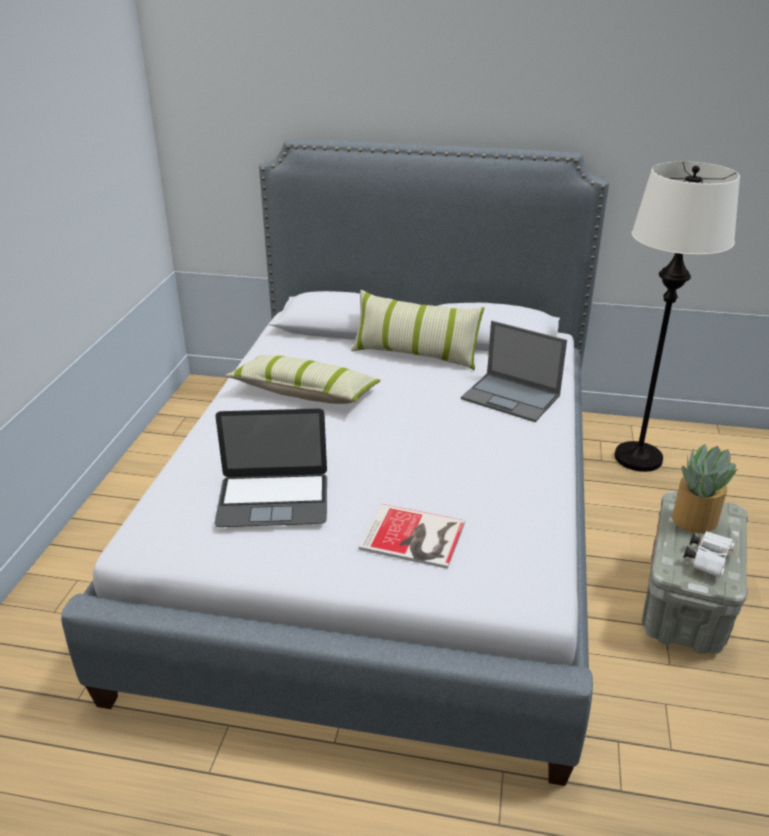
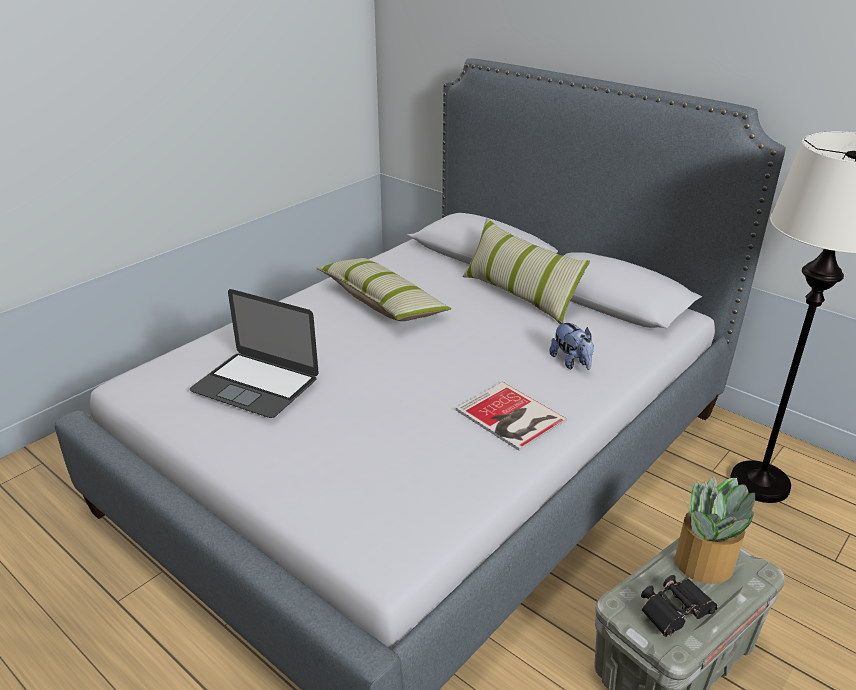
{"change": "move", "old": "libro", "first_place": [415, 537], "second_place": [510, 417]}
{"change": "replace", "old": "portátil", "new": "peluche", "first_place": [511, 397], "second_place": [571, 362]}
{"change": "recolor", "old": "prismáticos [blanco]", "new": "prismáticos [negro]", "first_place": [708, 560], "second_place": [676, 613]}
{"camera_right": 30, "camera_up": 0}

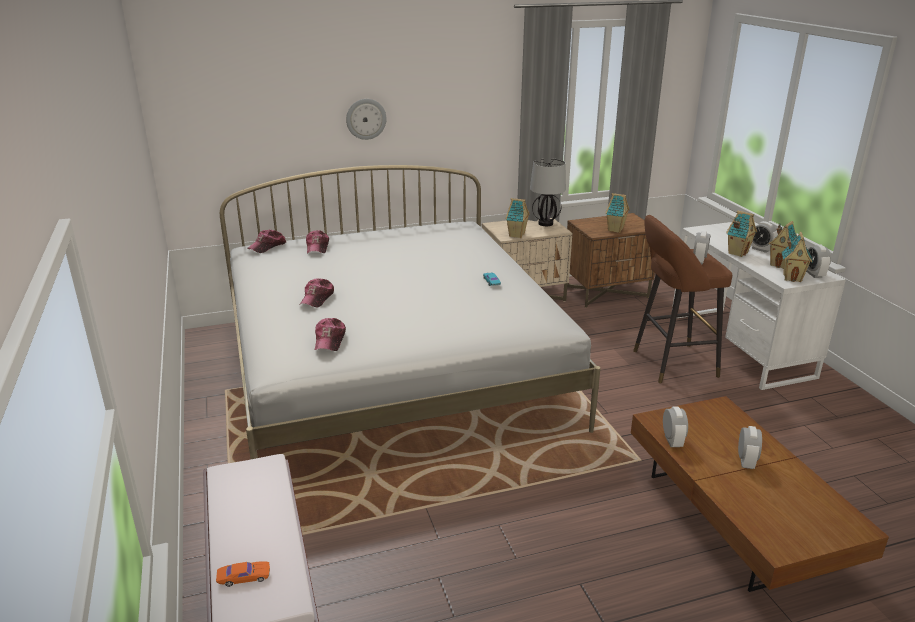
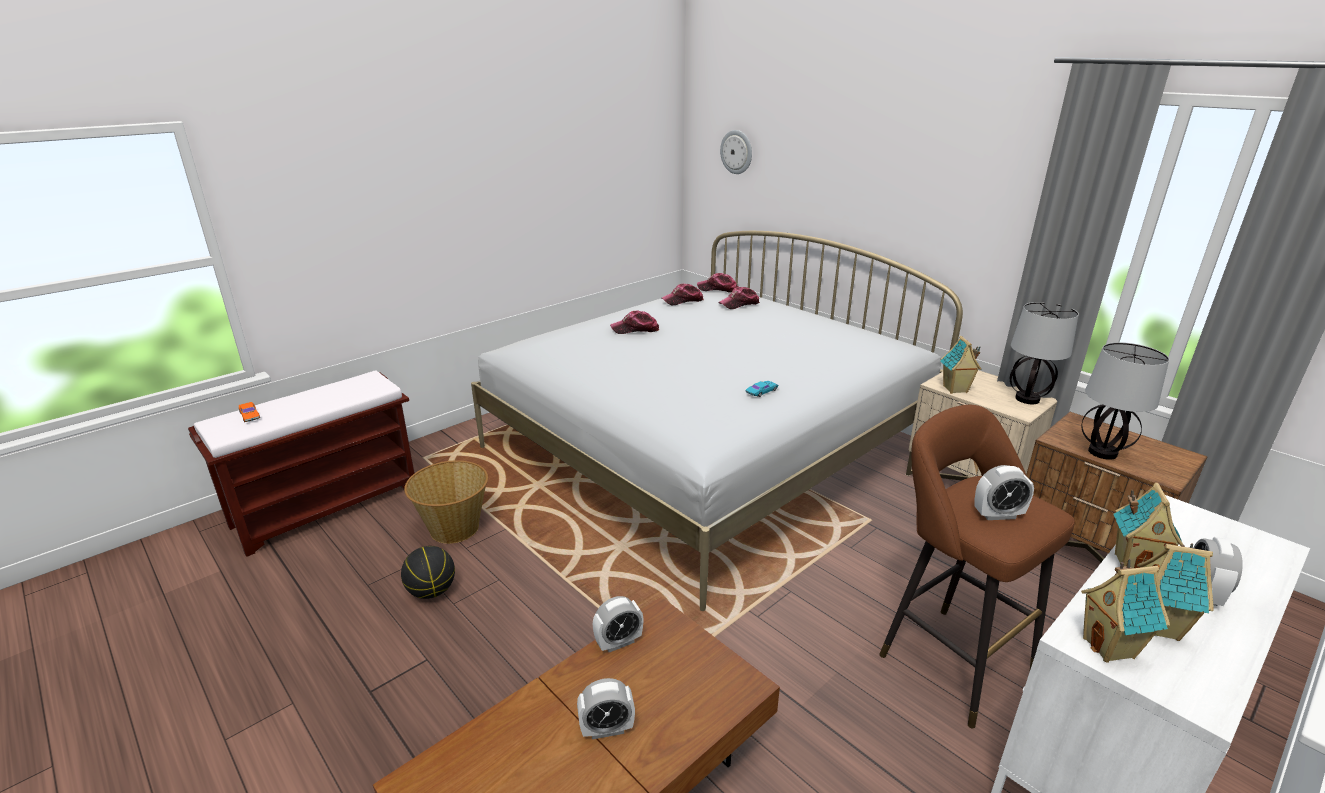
{"change": "insert", "new": "balón de baloncesto", "second_place": [432, 591]}
{"change": "insert", "new": "cesta", "second_place": [454, 528]}
{"change": "move", "old": "gorra", "first_place": [330, 340], "second_place": [683, 300]}
{"change": "move", "old": "reloj de pared", "first_place": [366, 119], "second_place": [737, 152]}
{"change": "replace", "old": "casita", "new": "lámpara de mesa", "first_place": [616, 230], "second_place": [1102, 453]}
{"change": "delete", "old": "despertador", "first_place": [814, 274]}
{"camera_right": 65, "camera_up": 0}

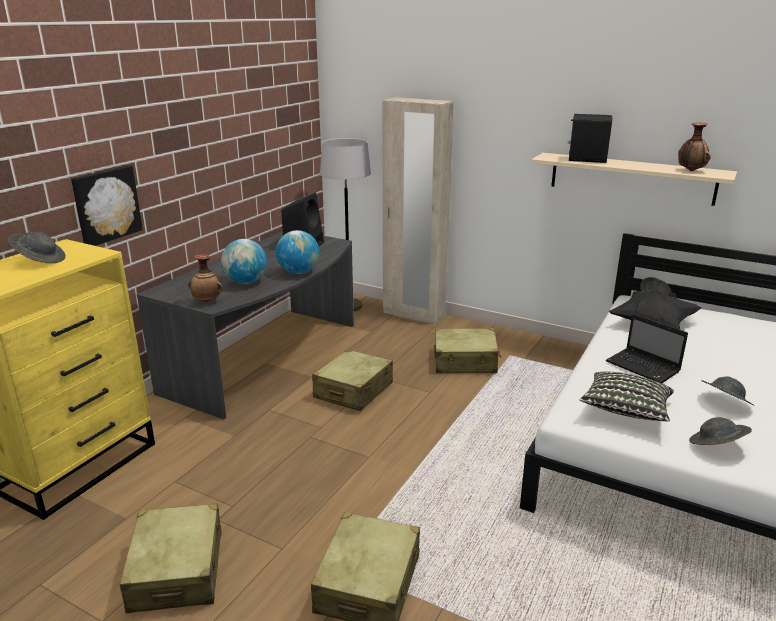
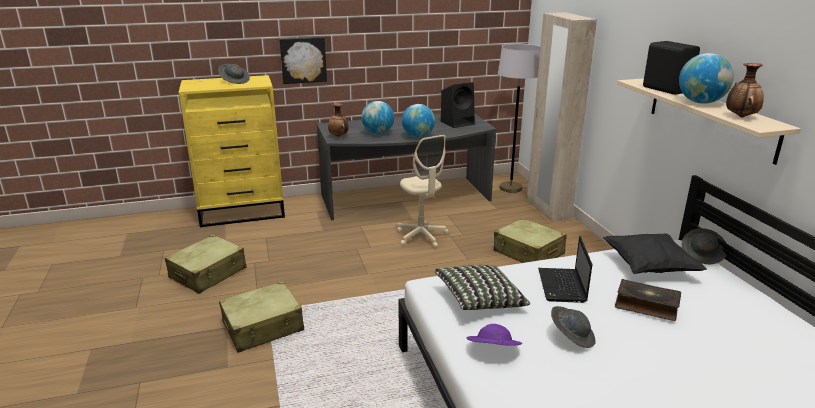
{"change": "replace", "old": "maleta [beis]", "new": "silla de oficina [beis]", "first_place": [353, 391], "second_place": [421, 237]}
{"change": "recolor", "old": "sombrero [gris]", "new": "sombrero [morado]", "first_place": [716, 446], "second_place": [493, 351]}
{"change": "insert", "new": "libro", "second_place": [646, 306]}
{"change": "insert", "new": "globo terráqueo", "second_place": [700, 102]}
{"camera_right": 45, "camera_up": 0}

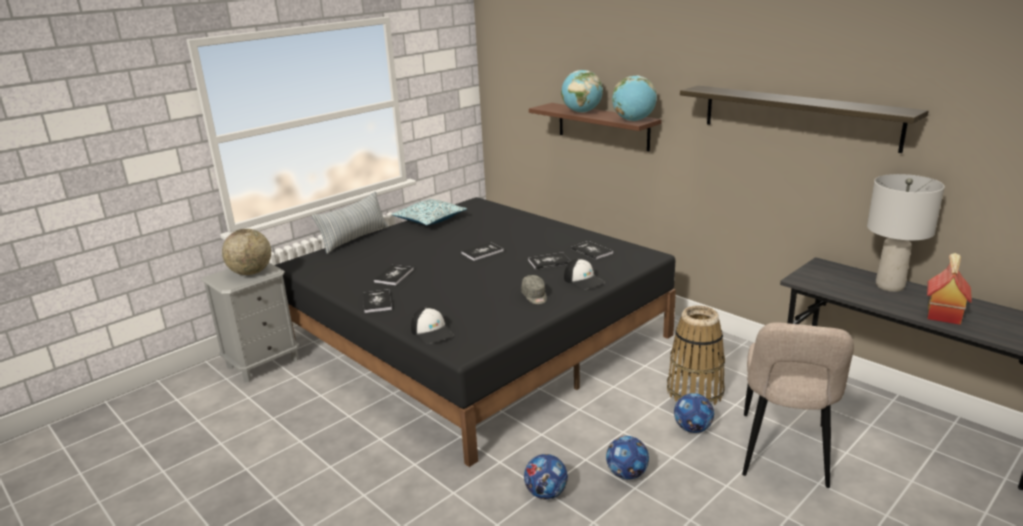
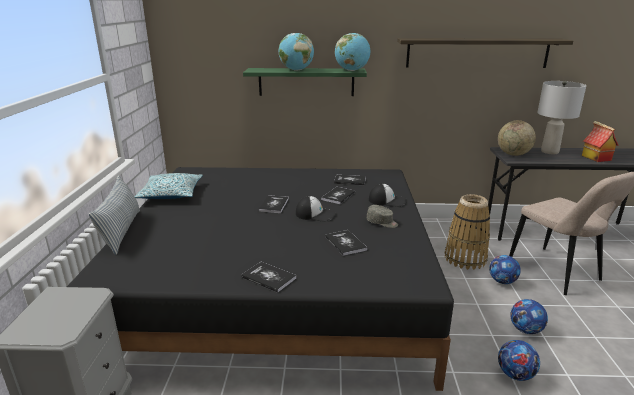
{"change": "recolor", "old": "estante [marrón]", "new": "estante [verde]", "first_place": [603, 126], "second_place": [306, 82]}
{"change": "move", "old": "gorra", "first_place": [432, 332], "second_place": [315, 214]}
{"change": "move", "old": "libro", "first_place": [394, 276], "second_place": [345, 243]}
{"change": "move", "old": "globo terráqueo", "first_place": [251, 273], "second_place": [513, 154]}
{"camera_right": -45, "camera_up": 0}

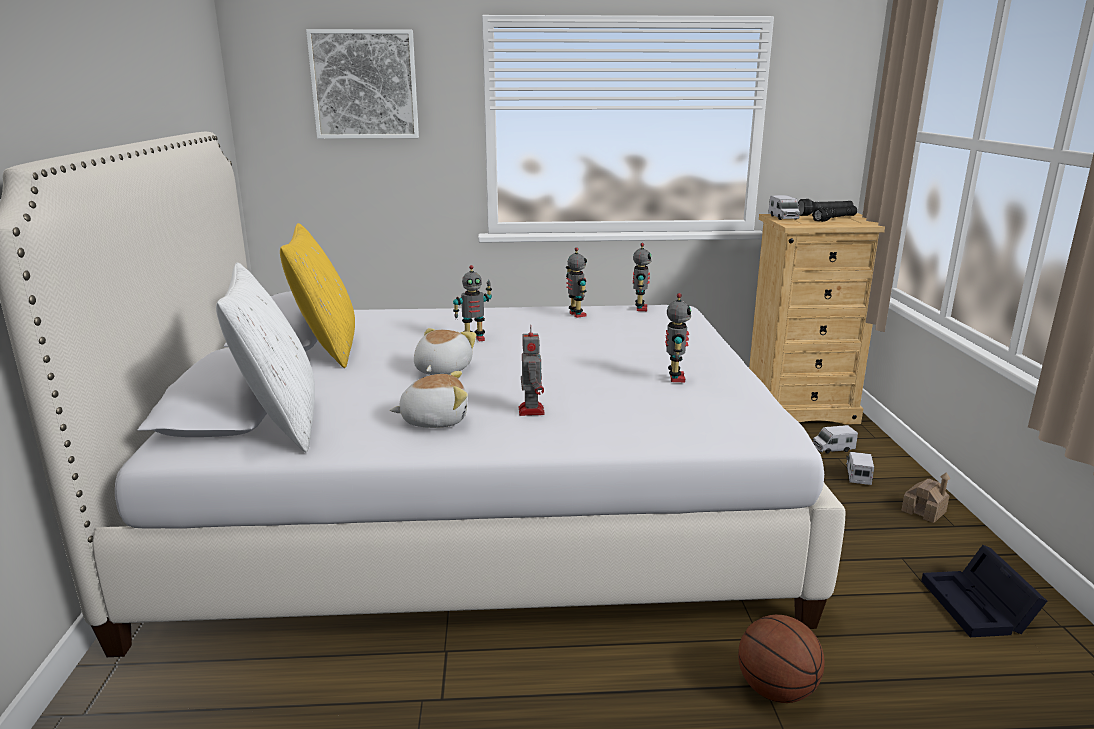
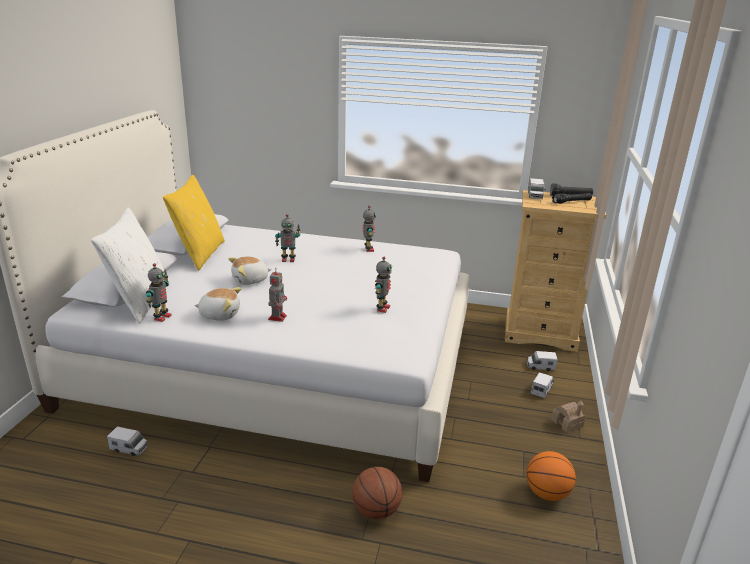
{"change": "insert", "new": "camión de juguete", "second_place": [129, 448]}
{"change": "move", "old": "robot de juguete", "first_place": [640, 308], "second_place": [161, 317]}
{"change": "rotate", "old": "peluche", "first_place": [441, 370], "second_place": [250, 280], "degrees": -150}
{"change": "replace", "old": "caja de almacenaje [negro]", "new": "balón de baloncesto", "first_place": [979, 608], "second_place": [547, 493]}
{"change": "delete", "old": "cuadro", "first_place": [364, 85]}
{"camera_right": 15, "camera_up": 5}

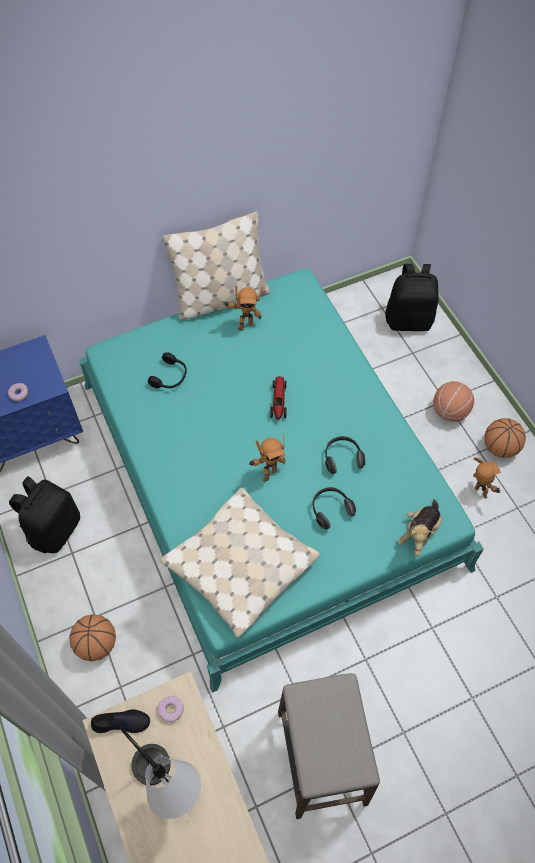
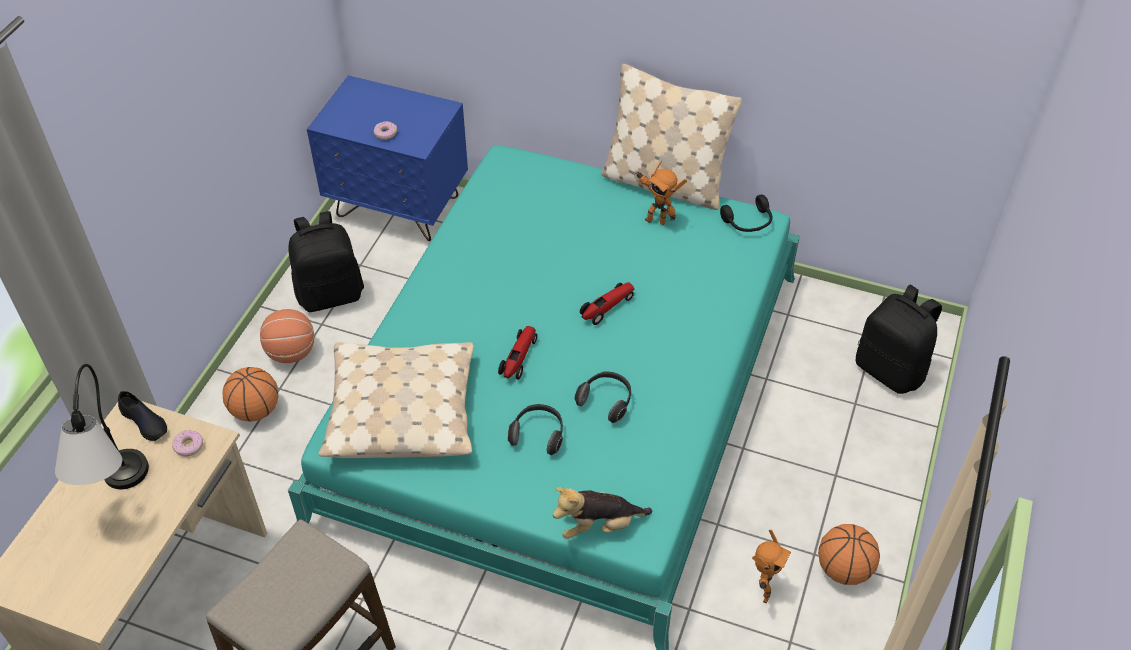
{"change": "move", "old": "balón de baloncesto", "first_place": [449, 412], "second_place": [291, 352]}
{"change": "replace", "old": "robot de juguete", "new": "coche de juguete", "first_place": [267, 474], "second_place": [518, 358]}
{"change": "move", "old": "auriculares [negro]", "first_place": [170, 377], "second_place": [748, 222]}
{"camera_right": 45, "camera_up": -10}

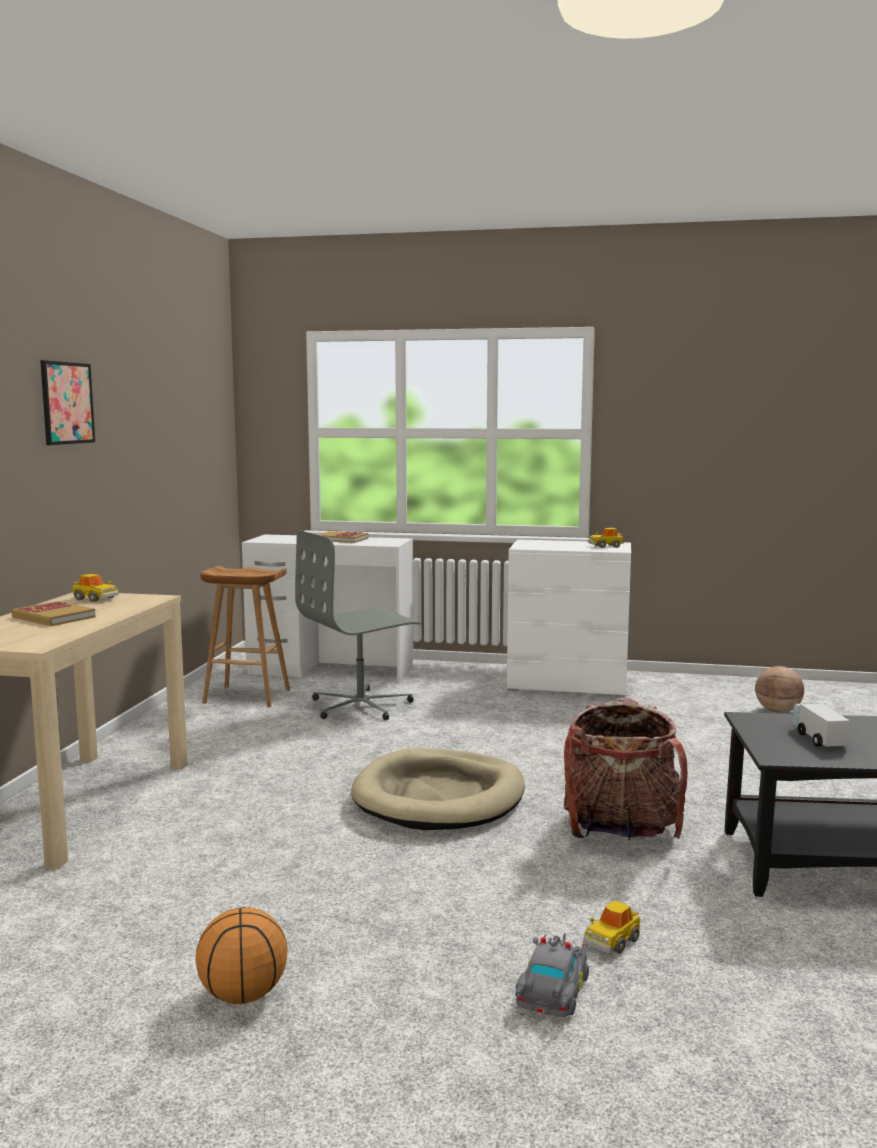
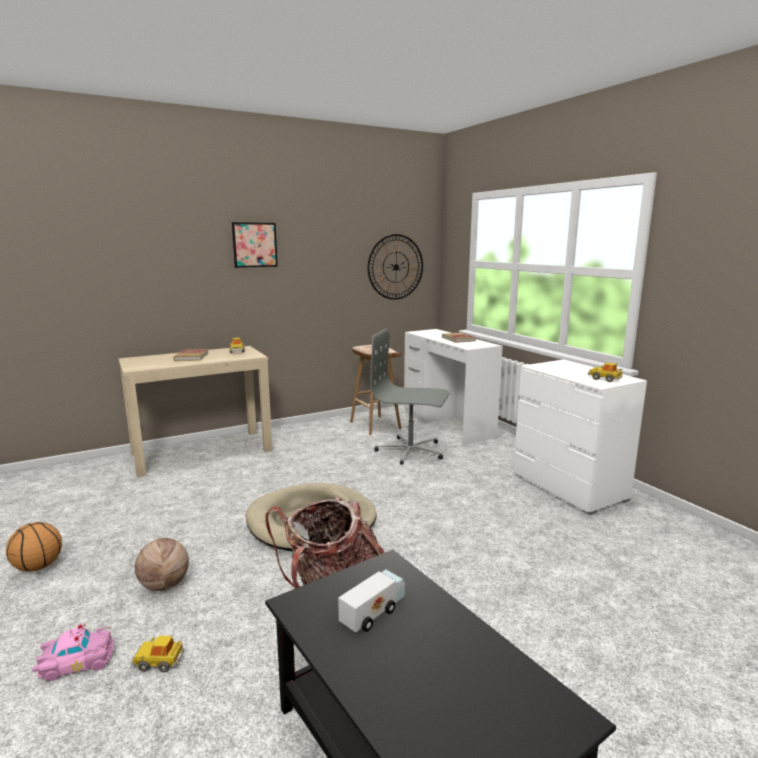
{"change": "recolor", "old": "coche de juguete [gris]", "new": "coche de juguete [rosa]", "first_place": [550, 993], "second_place": [76, 662]}
{"change": "move", "old": "balón de baloncesto", "first_place": [777, 711], "second_place": [164, 585]}
{"change": "insert", "new": "reloj de pared", "second_place": [395, 267]}
{"camera_right": 50, "camera_up": 5}

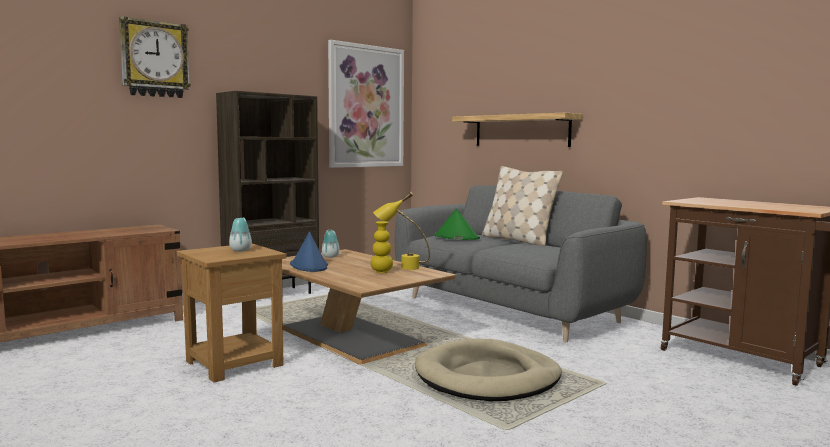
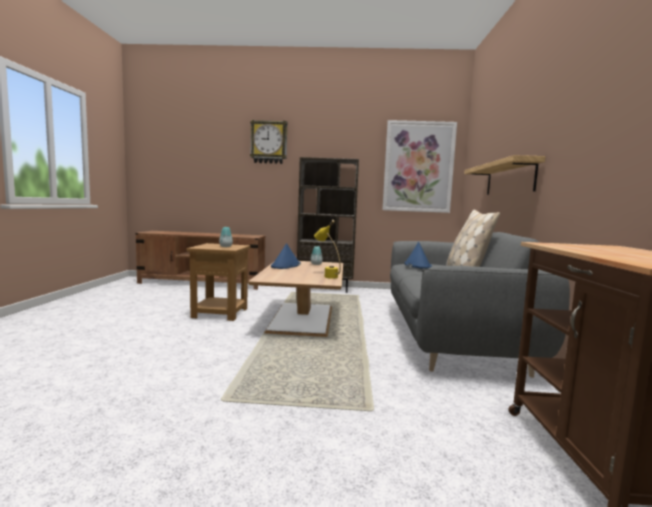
{"change": "recolor", "old": "sombrero [verde]", "new": "sombrero [azul]", "first_place": [456, 237], "second_place": [417, 265]}
{"change": "delete", "old": "florero [amarillo]", "first_place": [381, 272]}
{"change": "delete", "old": "cama para perro [beis]", "first_place": [487, 377]}
{"camera_right": 45, "camera_up": 0}

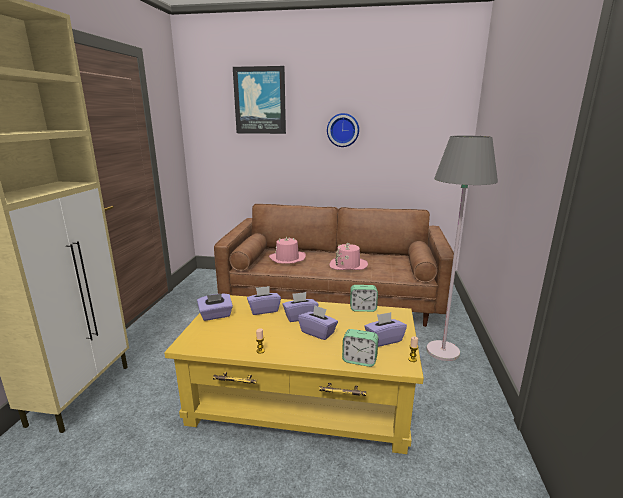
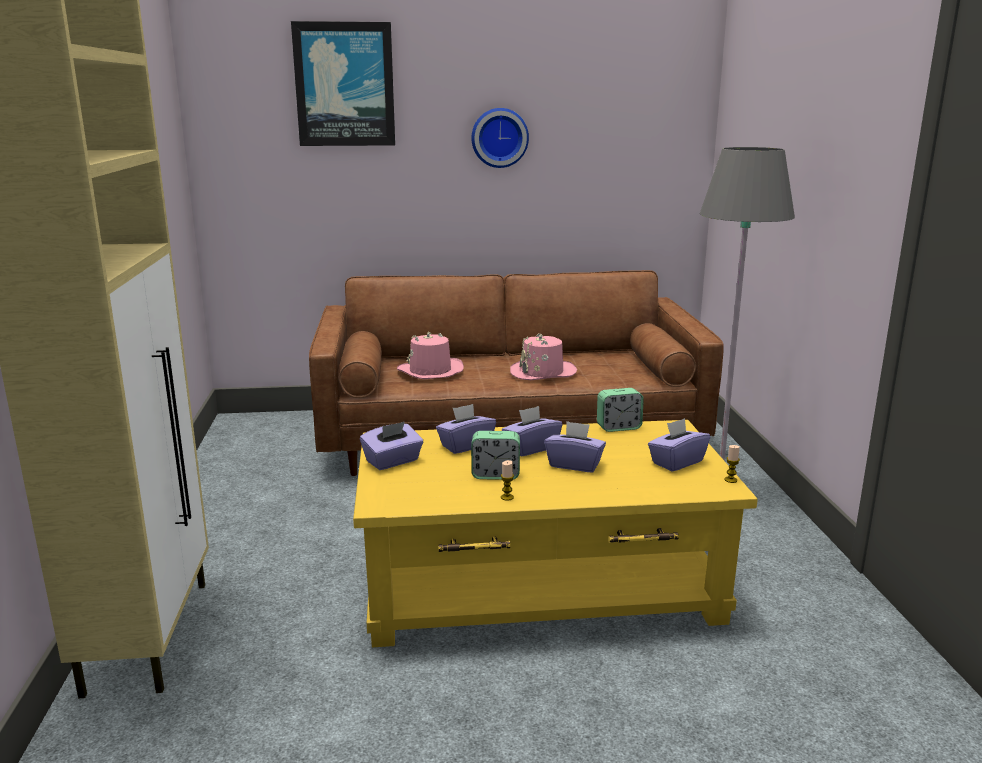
{"change": "move", "old": "despertador", "first_place": [359, 360], "second_place": [495, 475]}
{"camera_right": -15, "camera_up": 0}

